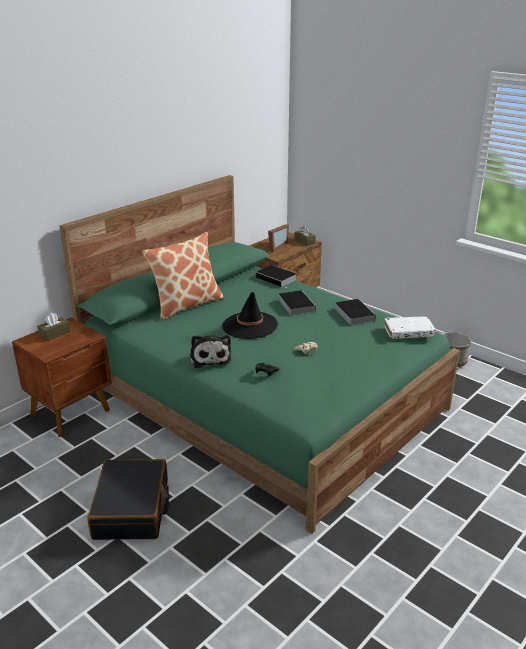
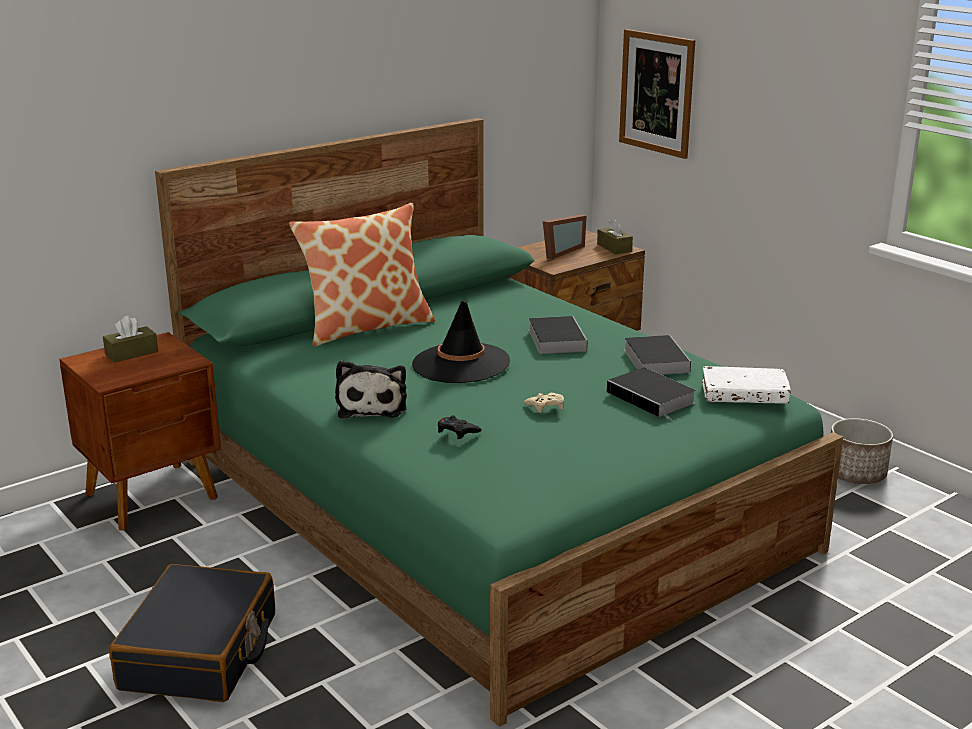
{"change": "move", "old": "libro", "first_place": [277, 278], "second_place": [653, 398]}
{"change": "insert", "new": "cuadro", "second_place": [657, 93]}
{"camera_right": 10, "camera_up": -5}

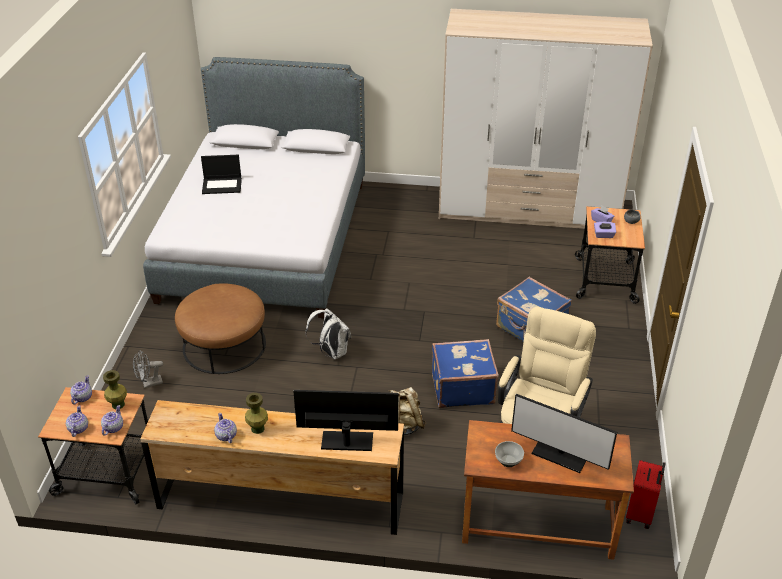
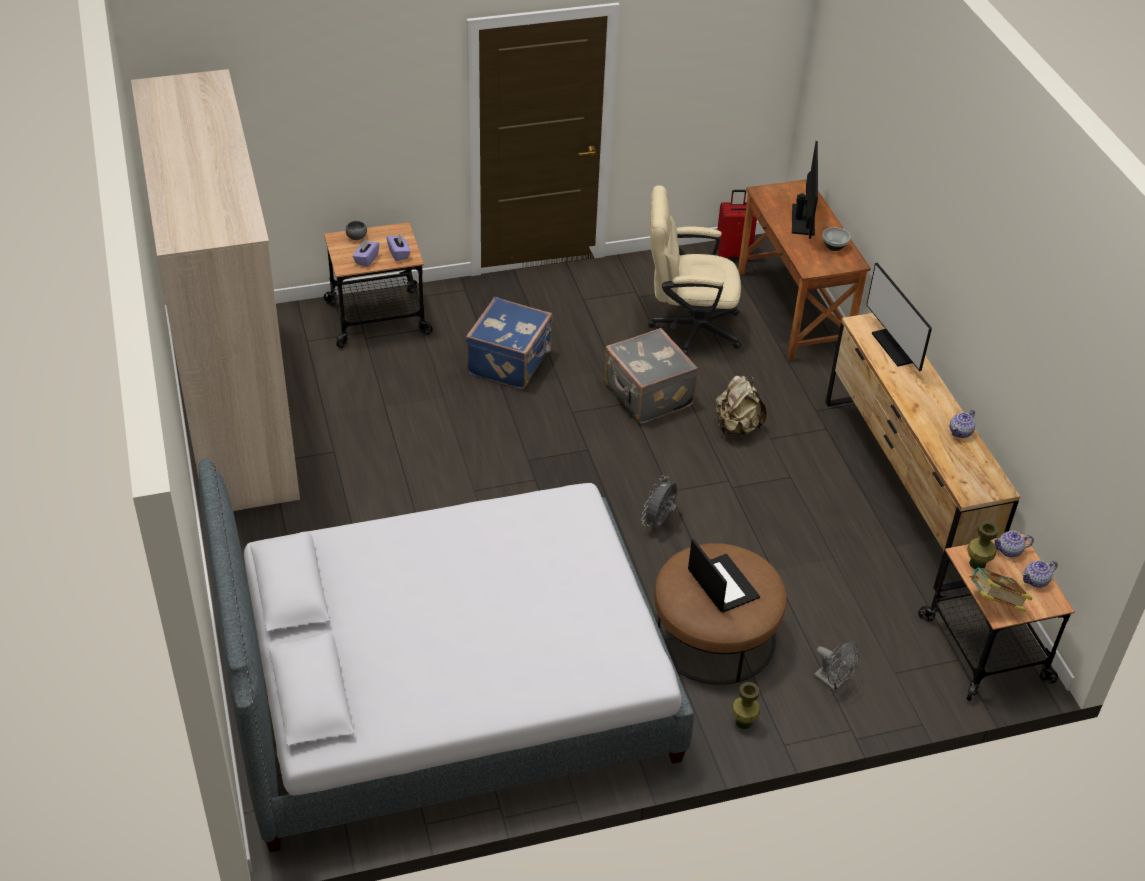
{"change": "recolor", "old": "maleta [azul]", "new": "maleta [gris]", "first_place": [462, 388], "second_place": [647, 395]}
{"change": "replace", "old": "mochila [blanco]", "new": "ventilador [gris]", "first_place": [331, 352], "second_place": [659, 522]}
{"change": "move", "old": "portátil", "first_place": [222, 185], "second_place": [722, 583]}
{"change": "move", "old": "florero [verde]", "first_place": [258, 428], "second_place": [743, 722]}
{"change": "replace", "old": "tetera", "new": "libro", "first_place": [82, 397], "second_place": [994, 602]}
{"camera_right": -115, "camera_up": 5}

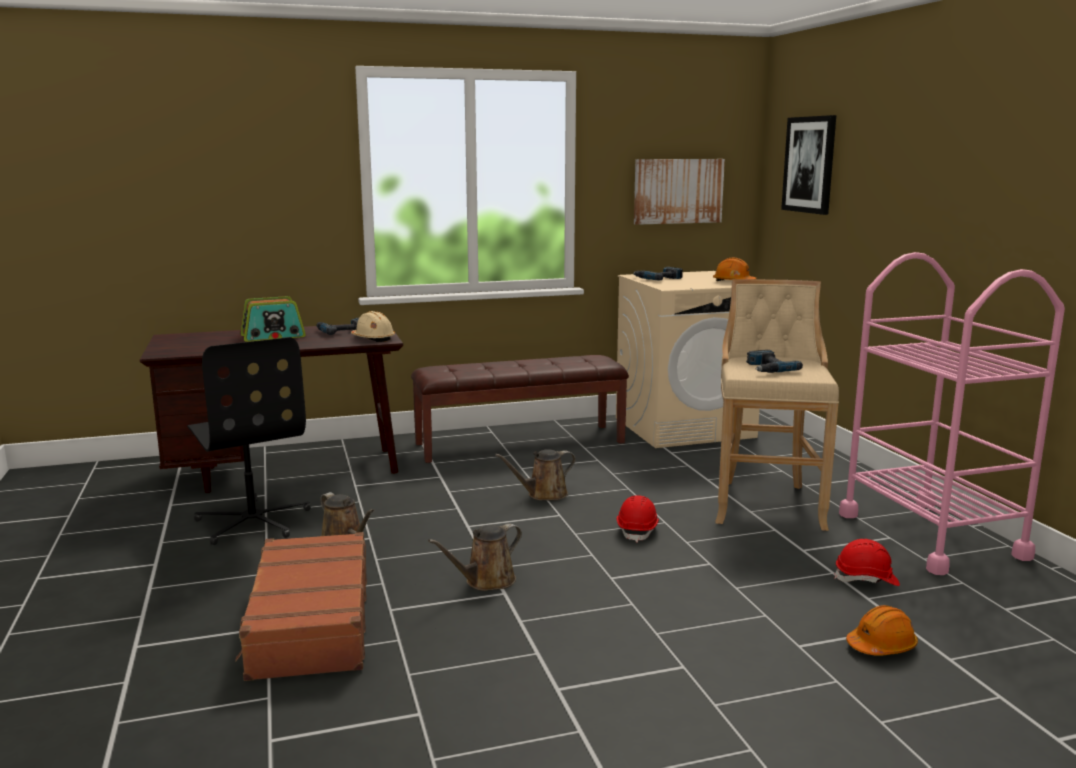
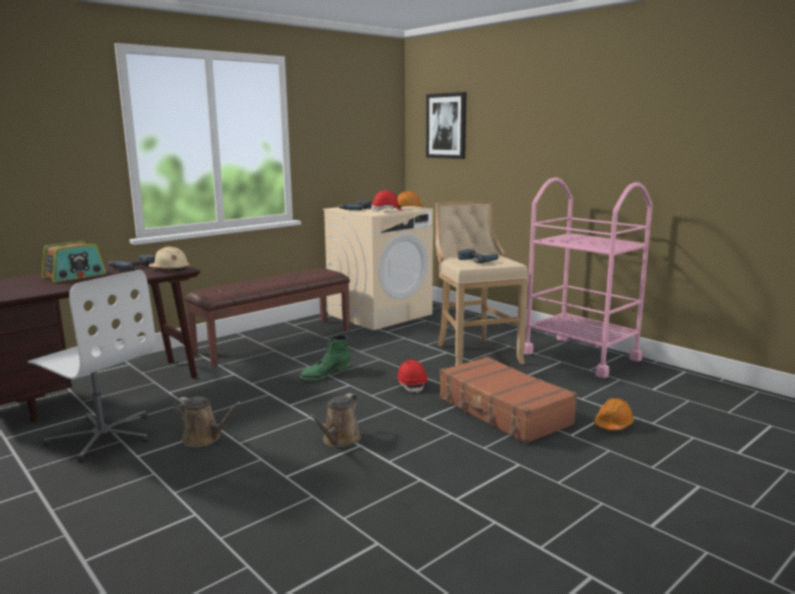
{"change": "recolor", "old": "silla de oficina [negro]", "new": "silla de oficina [blanco]", "first_place": [253, 521], "second_place": [103, 436]}
{"change": "replace", "old": "regadera [marrón]", "new": "bota [verde]", "first_place": [543, 494], "second_place": [325, 373]}
{"change": "move", "old": "casco [rojo]", "first_place": [866, 579], "second_place": [387, 211]}
{"change": "move", "old": "maleta [marrón]", "first_place": [309, 623], "second_place": [503, 412]}
{"change": "delete", "old": "cuadro", "first_place": [678, 191]}
{"camera_right": -25, "camera_up": 0}

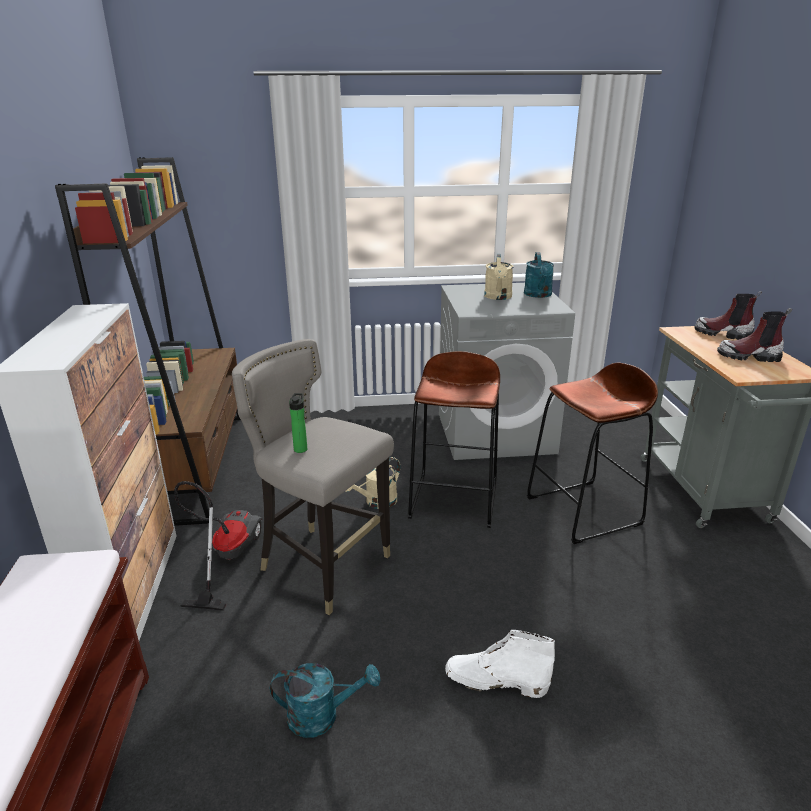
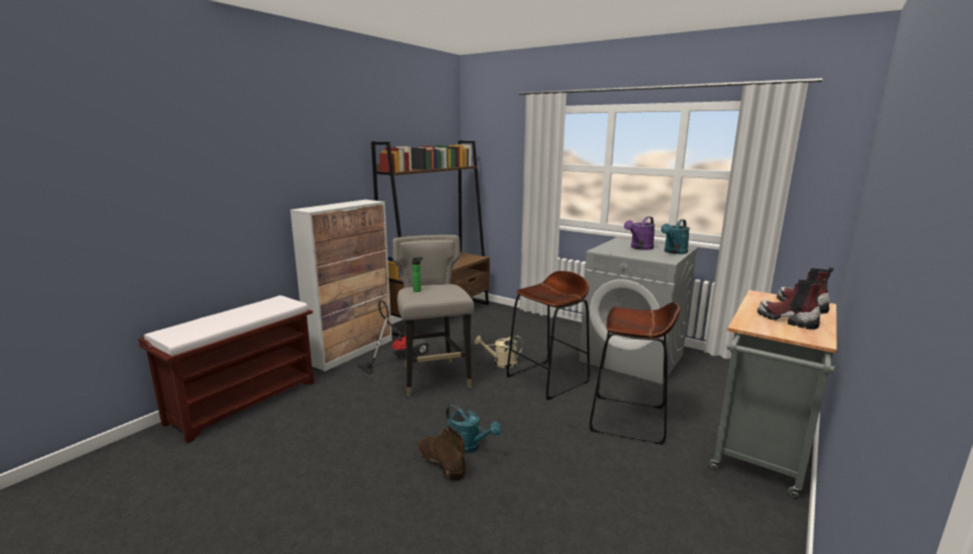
{"change": "recolor", "old": "bota [blanco]", "new": "bota [marrón]", "first_place": [495, 680], "second_place": [440, 461]}
{"change": "move", "old": "regadera [turquesa]", "first_place": [322, 715], "second_place": [470, 447]}
{"change": "recolor", "old": "regadera [beis]", "new": "regadera [morado]", "first_place": [498, 297], "second_place": [639, 248]}
{"camera_right": 40, "camera_up": -10}

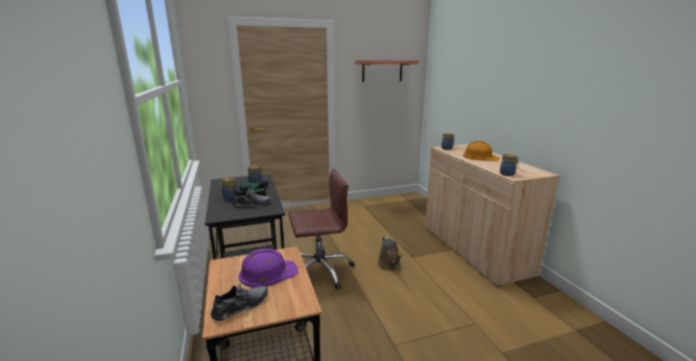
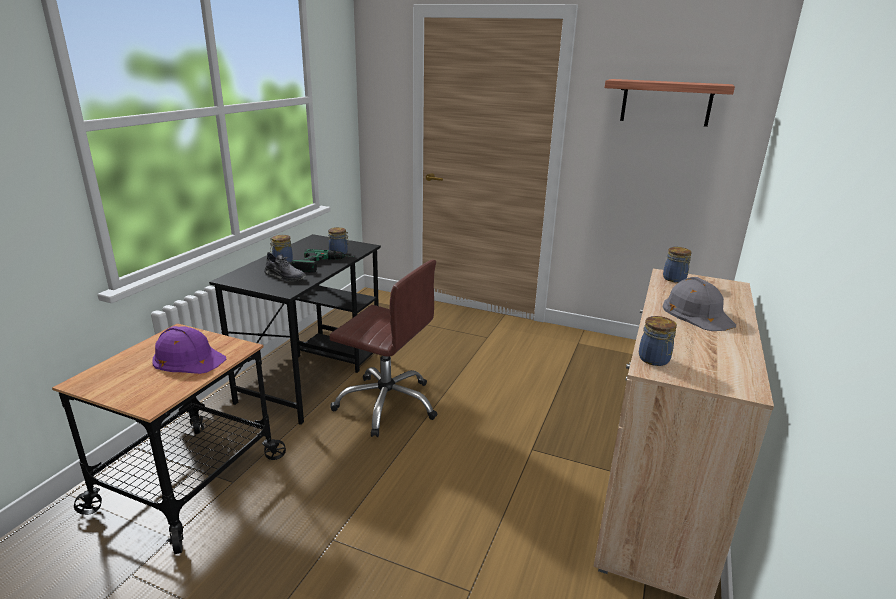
{"change": "recolor", "old": "casco [naranja]", "new": "casco [gris]", "first_place": [480, 157], "second_place": [697, 313]}
{"change": "delete", "old": "zapato [gris]", "first_place": [241, 306]}
{"change": "delete", "old": "regadera [marrón]", "first_place": [389, 265]}
{"camera_right": 40, "camera_up": 5}

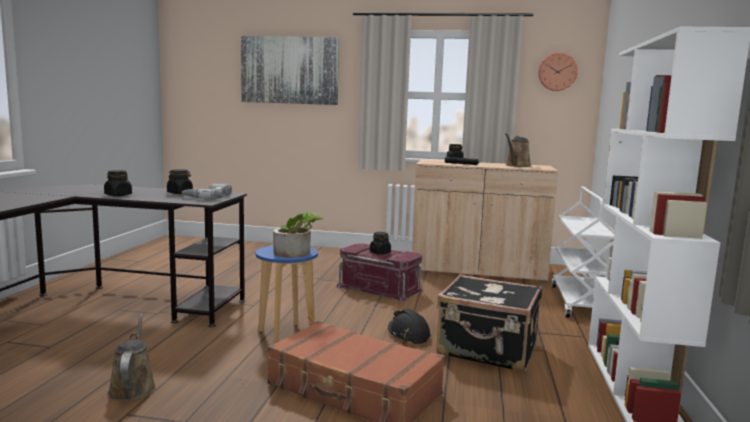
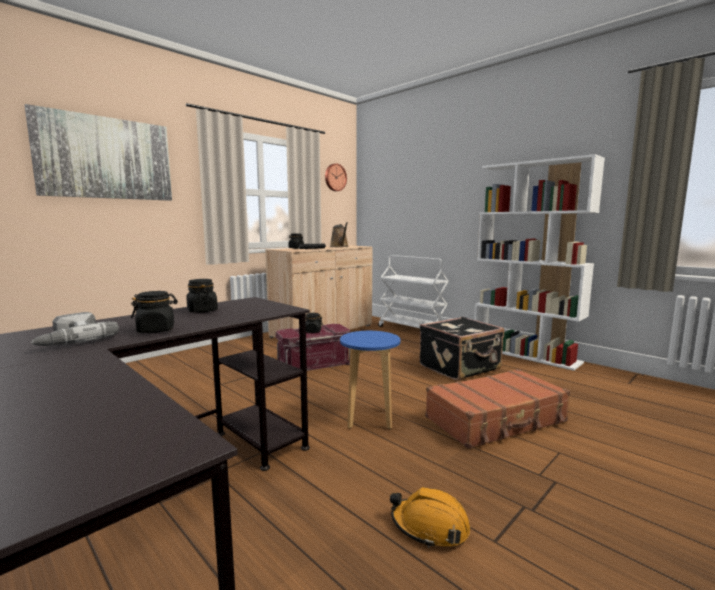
{"change": "move", "old": "taladro", "first_place": [208, 196], "second_place": [70, 339]}
{"change": "replace", "old": "regadera [marrón]", "new": "casco [naranja]", "first_place": [133, 387], "second_place": [430, 527]}
{"change": "delete", "old": "planta en maceta", "first_place": [297, 252]}
{"change": "delete", "old": "casco [negro]", "first_place": [408, 334]}
{"camera_right": -55, "camera_up": 0}

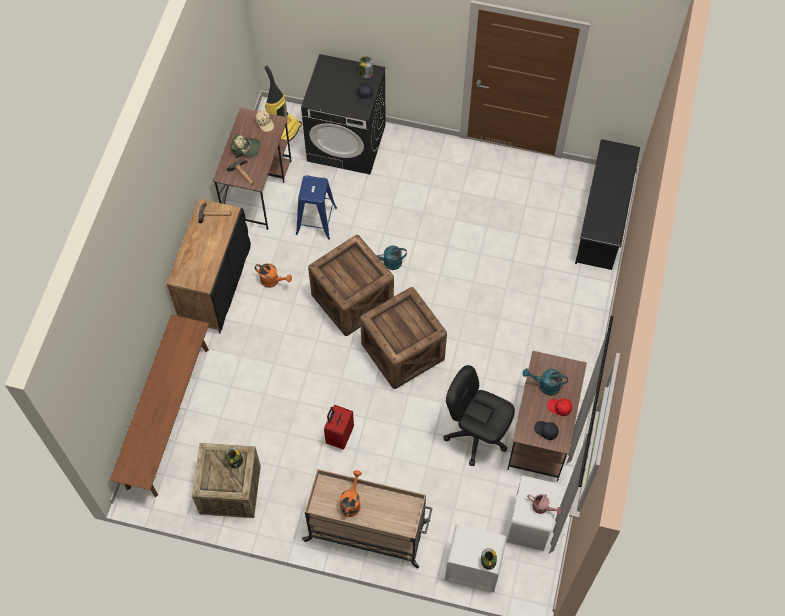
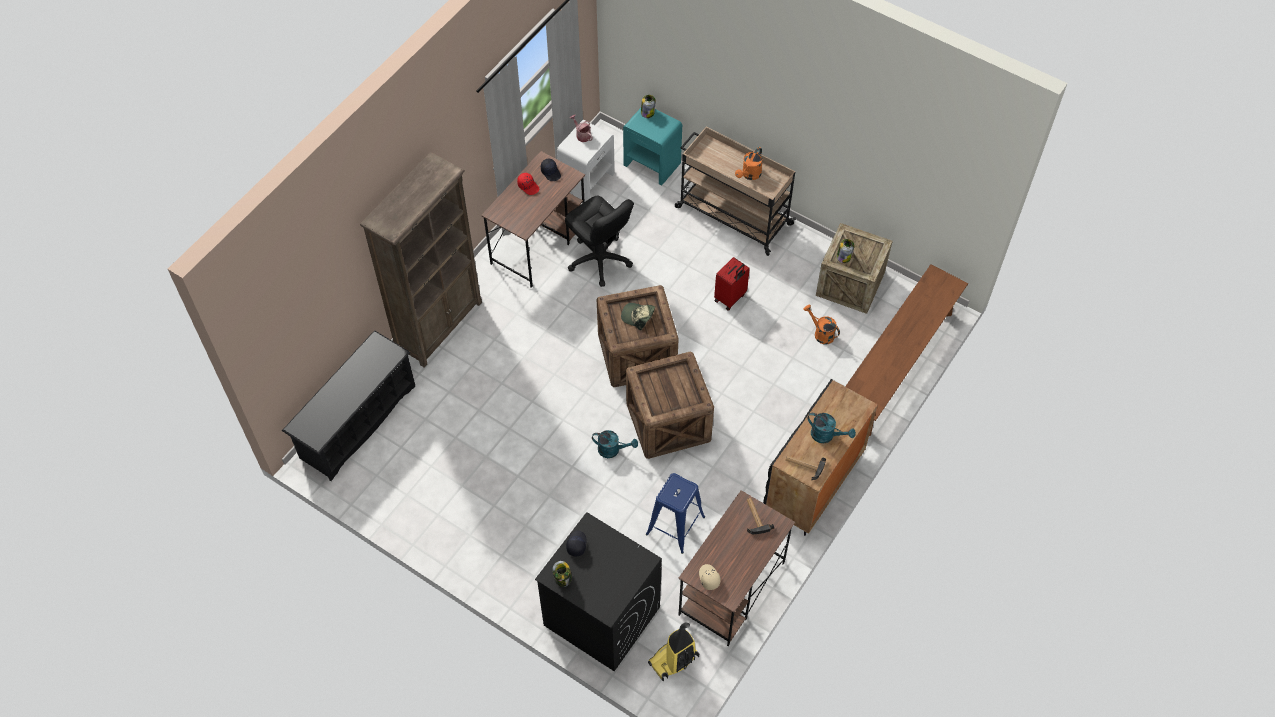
{"change": "insert", "new": "estantería [marrón]", "second_place": [439, 325]}
{"change": "move", "old": "gorra", "first_place": [246, 148], "second_place": [638, 316]}
{"change": "recolor", "old": "mesita de noche [blanco]", "new": "mesita de noche [turquesa]", "first_place": [472, 567], "second_place": [652, 164]}
{"change": "move", "old": "regadera [naranja]", "first_place": [273, 281], "second_place": [821, 333]}
{"change": "move", "old": "regadera [turquesa]", "first_place": [545, 386], "second_place": [826, 435]}
{"camera_right": -160, "camera_up": -5}

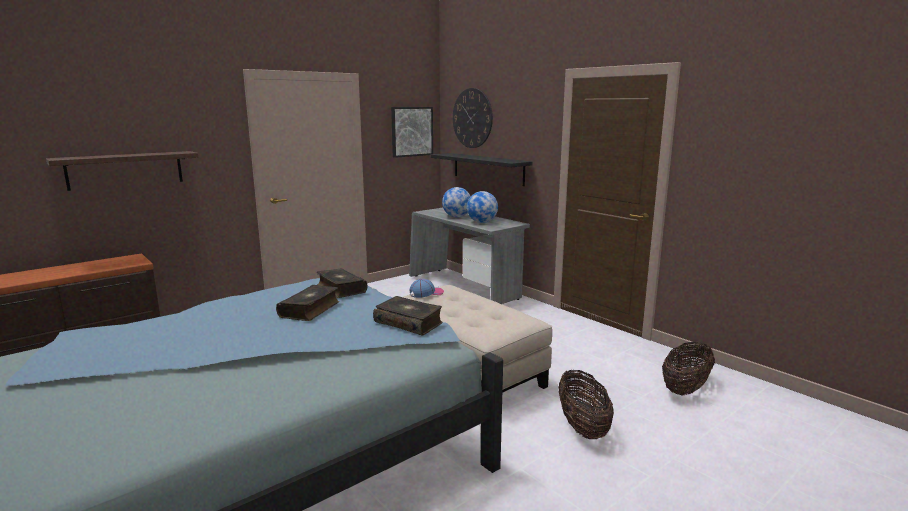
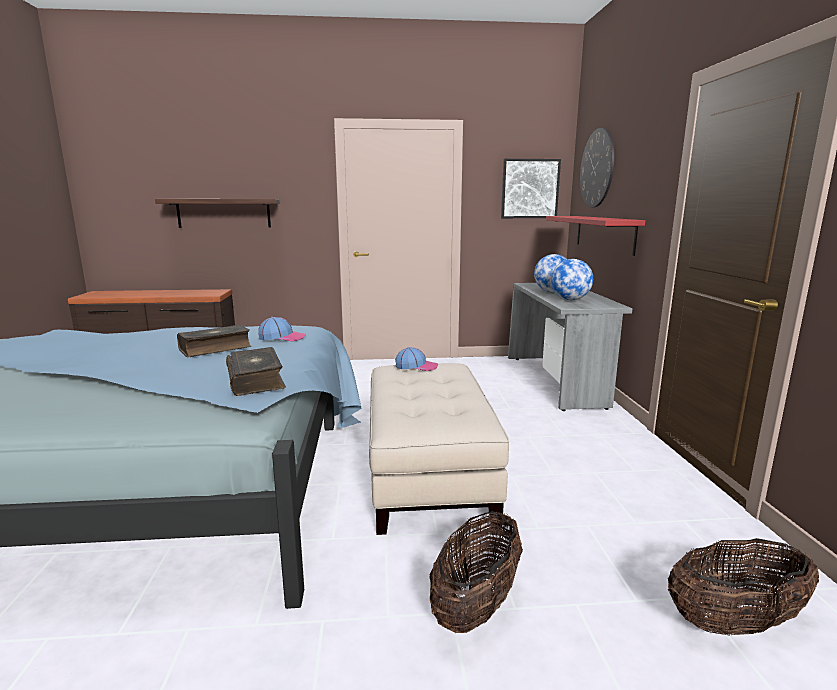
{"change": "replace", "old": "libro", "new": "gorra", "first_place": [340, 289], "second_place": [282, 337]}
{"change": "recolor", "old": "estante [negro]", "new": "estante [rojo]", "first_place": [488, 168], "second_place": [604, 233]}
{"camera_right": 35, "camera_up": 0}

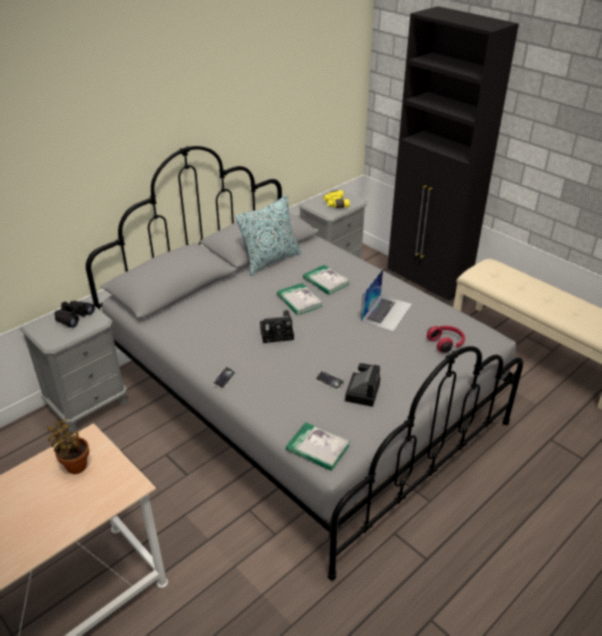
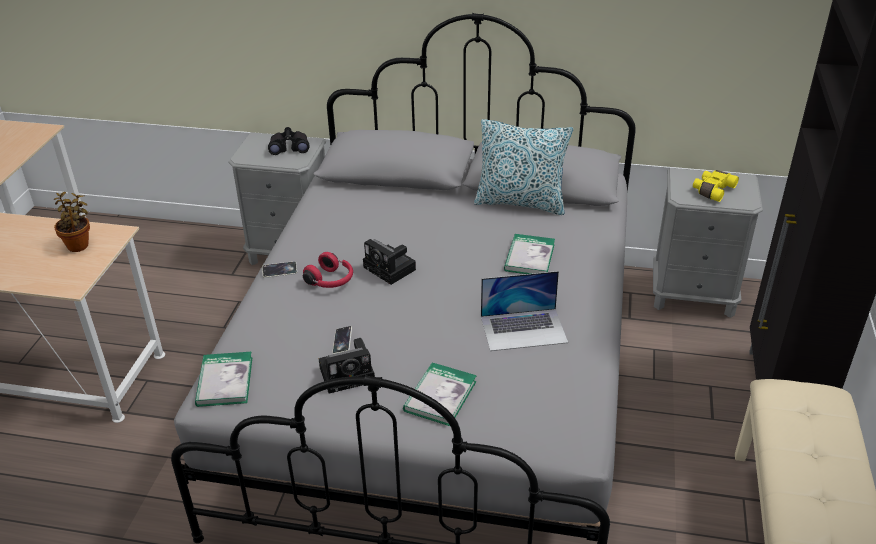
{"change": "move", "old": "auriculares [rojo]", "first_place": [446, 343], "second_place": [331, 281]}
{"change": "move", "old": "libro", "first_place": [299, 301], "second_place": [440, 396]}
{"camera_right": 55, "camera_up": 0}

